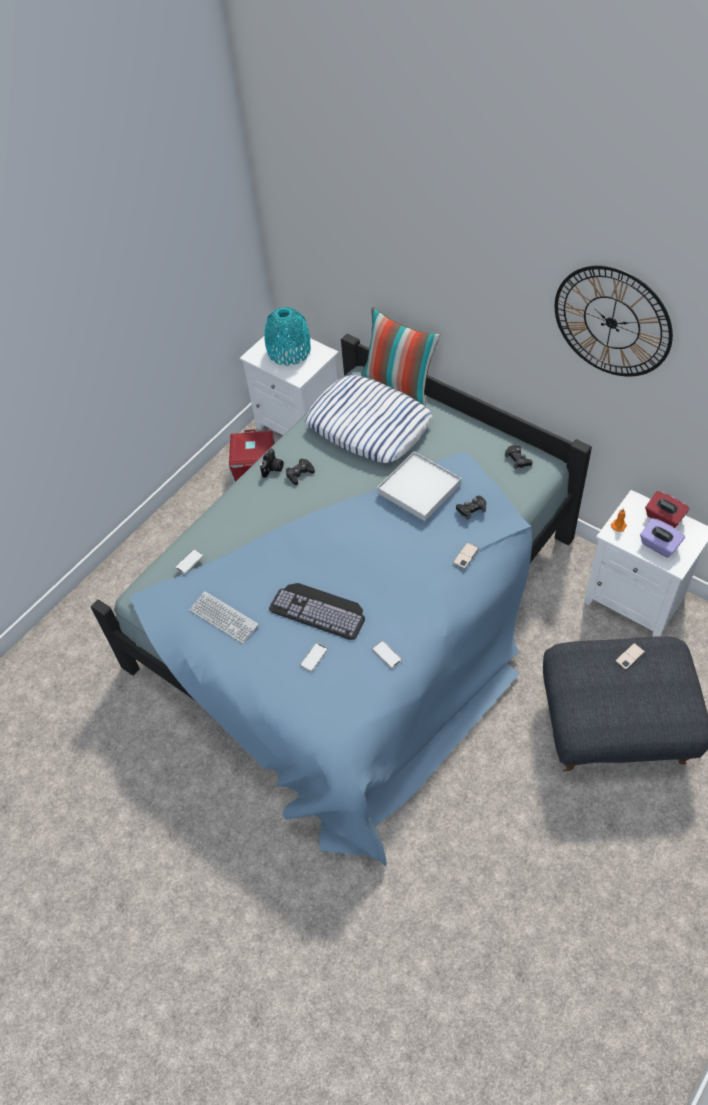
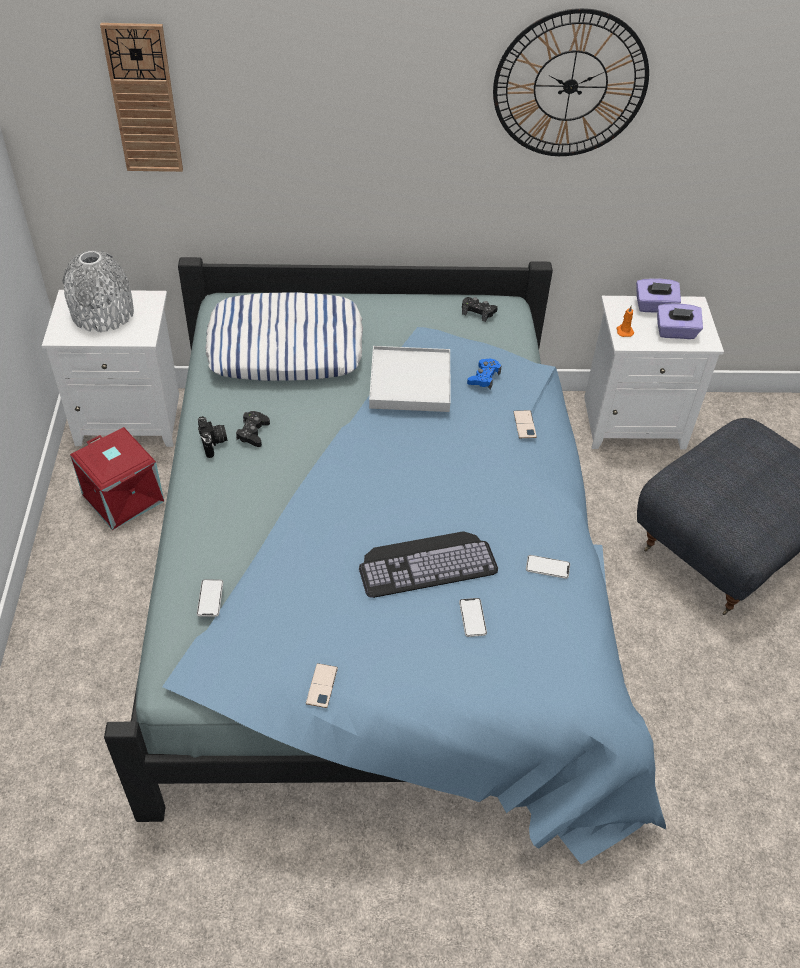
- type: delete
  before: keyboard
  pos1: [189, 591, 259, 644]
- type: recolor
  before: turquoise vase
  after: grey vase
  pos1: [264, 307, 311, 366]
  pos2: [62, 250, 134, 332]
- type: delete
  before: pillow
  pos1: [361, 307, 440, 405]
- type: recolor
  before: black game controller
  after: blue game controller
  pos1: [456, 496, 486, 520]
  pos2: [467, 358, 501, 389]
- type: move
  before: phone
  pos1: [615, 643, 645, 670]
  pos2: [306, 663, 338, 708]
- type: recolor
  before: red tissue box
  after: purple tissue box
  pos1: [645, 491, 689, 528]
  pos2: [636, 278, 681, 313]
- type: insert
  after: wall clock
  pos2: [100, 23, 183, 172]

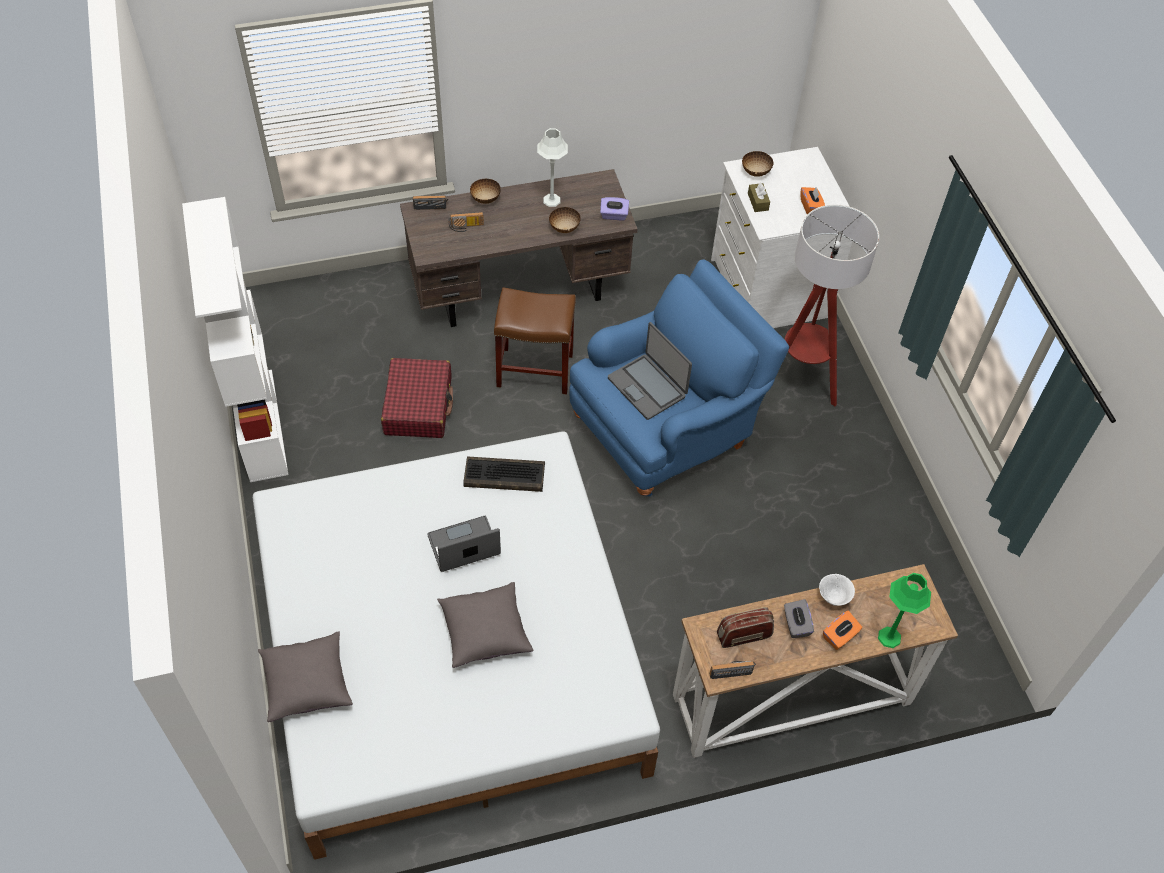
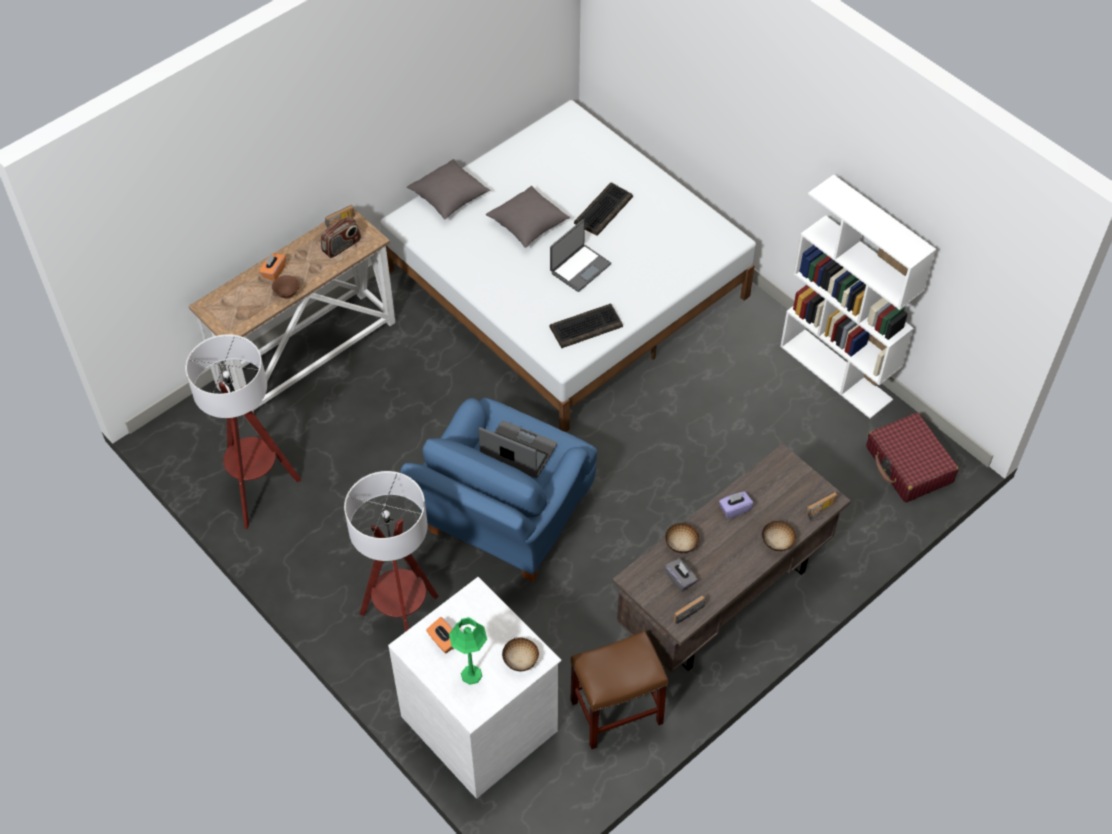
- type: move
  before: grey pillow
  pos1: [258, 631, 353, 722]
  pos2: [407, 159, 490, 220]
- type: move
  before: red suitcase
  pos1: [381, 358, 453, 438]
  pos2: [866, 413, 959, 503]
- type: move
  before: radio
  pos1: [448, 212, 484, 232]
  pos2: [673, 595, 706, 624]
- type: move
  before: brown stool
  pos1: [494, 287, 576, 394]
  pos2: [570, 631, 668, 749]
- type: delete
  before: white table lamp
  pos1: [537, 128, 568, 207]
- type: move
  before: purple tissue box
  pos1: [600, 197, 629, 220]
  pos2: [719, 491, 753, 519]
- type: delete
  before: brown tissue box
  pos1: [748, 182, 770, 212]
- type: move
  before: grey tissue box
  pos1: [784, 599, 814, 638]
  pos2: [665, 559, 698, 592]
- type: recolor
  before: white bowl
  after: brown bowl
  pos1: [819, 574, 855, 606]
  pos2: [272, 275, 300, 299]
- type: move
  before: green table lamp
  pos1: [878, 573, 931, 648]
  pos2: [449, 617, 487, 685]
- type: insert
  after: floor lamp
  pos2: [185, 334, 302, 529]
- type: insert
  after: keyboard
  pos2: [574, 182, 633, 236]

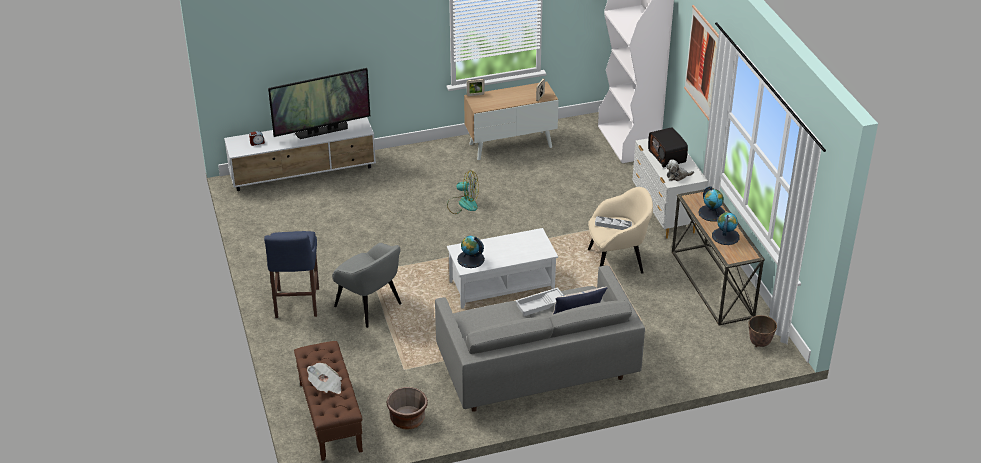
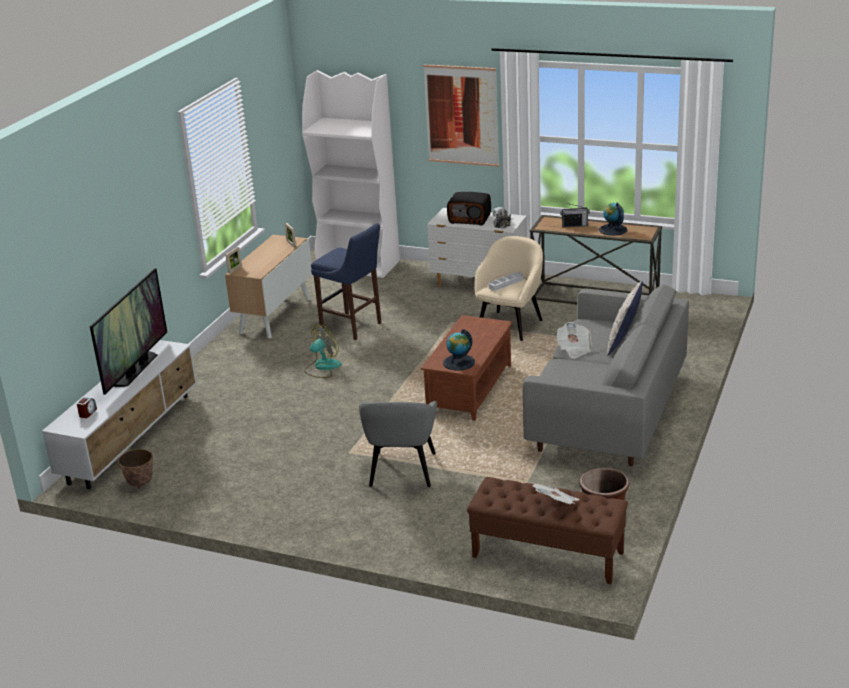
- type: move
  before: blue stool
  pos1: [264, 231, 319, 318]
  pos2: [311, 223, 382, 340]
- type: rotate
  before: grey armchair
  pos1: [332, 243, 402, 328]
  pos2: [359, 401, 437, 487]
  turn: 105
- type: recolor
  before: white coffee table
  after: brown coffee table
  pos1: [447, 228, 558, 308]
  pos2: [421, 315, 513, 421]
- type: replace
  before: white tray
  after: newspaper
  pos1: [515, 287, 563, 316]
  pos2: [556, 322, 592, 359]
- type: replace
  before: globe
  after: radio
  pos1: [698, 187, 725, 222]
  pos2: [560, 203, 590, 228]
- type: move
  before: planter
  pos1: [749, 315, 777, 347]
  pos2: [118, 449, 153, 489]

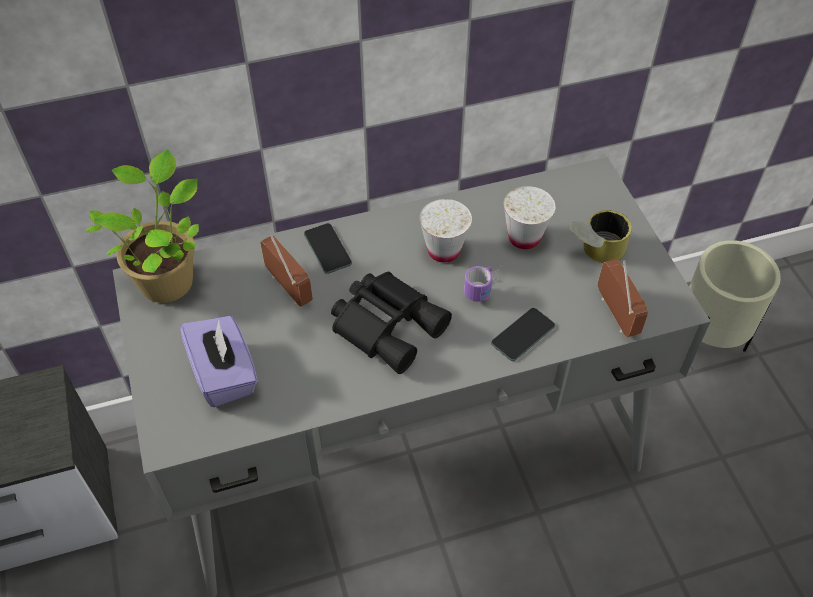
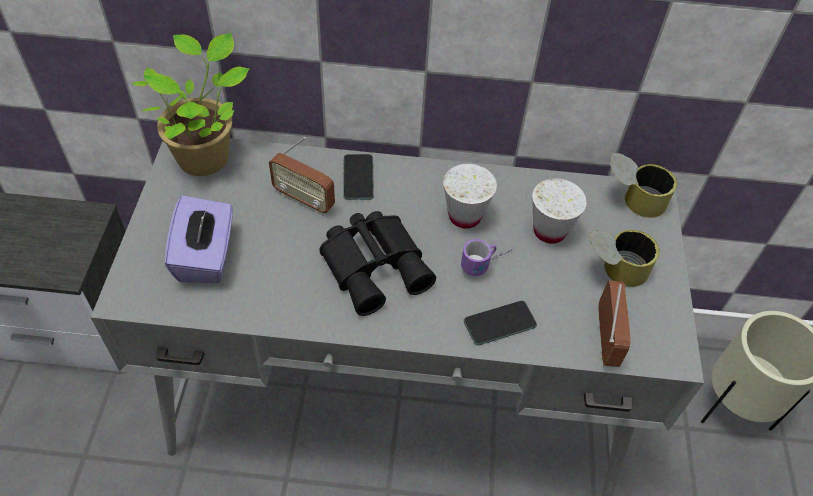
- type: rotate
  before: radio
  pos1: [260, 235, 313, 307]
  pos2: [269, 137, 335, 214]
  turn: 135
- type: insert
  after: can
  pos2: [610, 153, 677, 218]

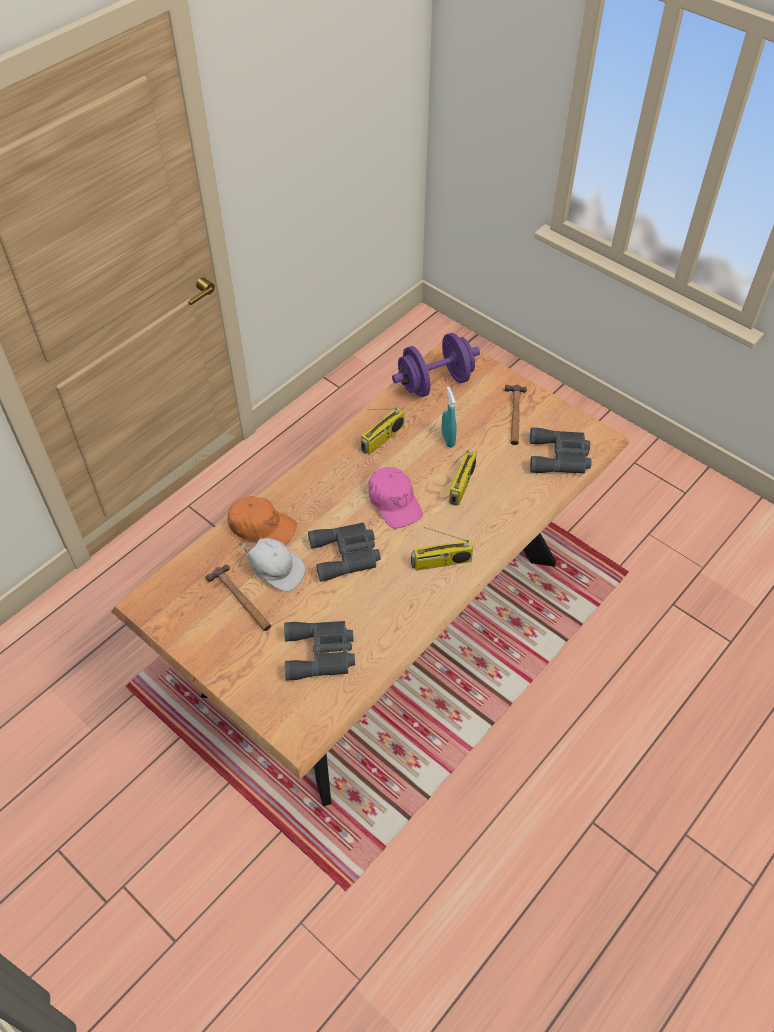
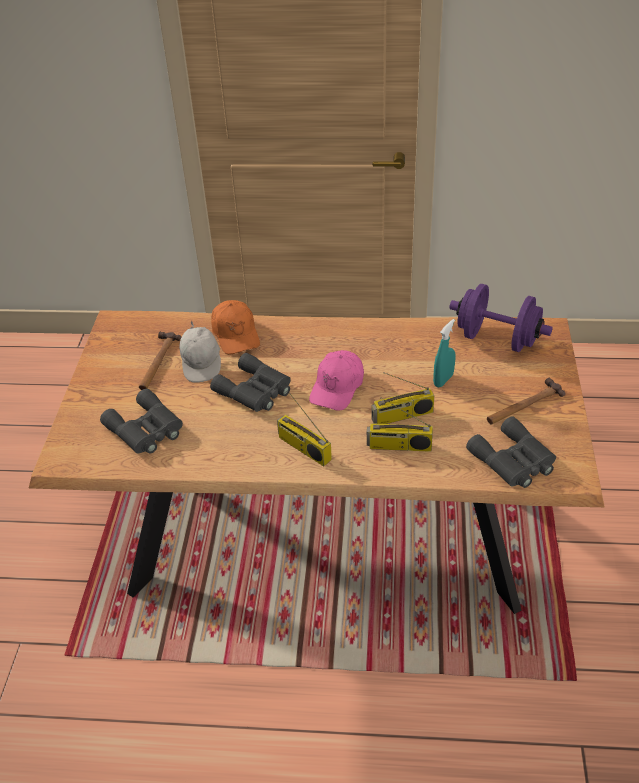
- type: move
  before: radio
  pos1: [361, 408, 404, 455]
  pos2: [367, 397, 433, 452]

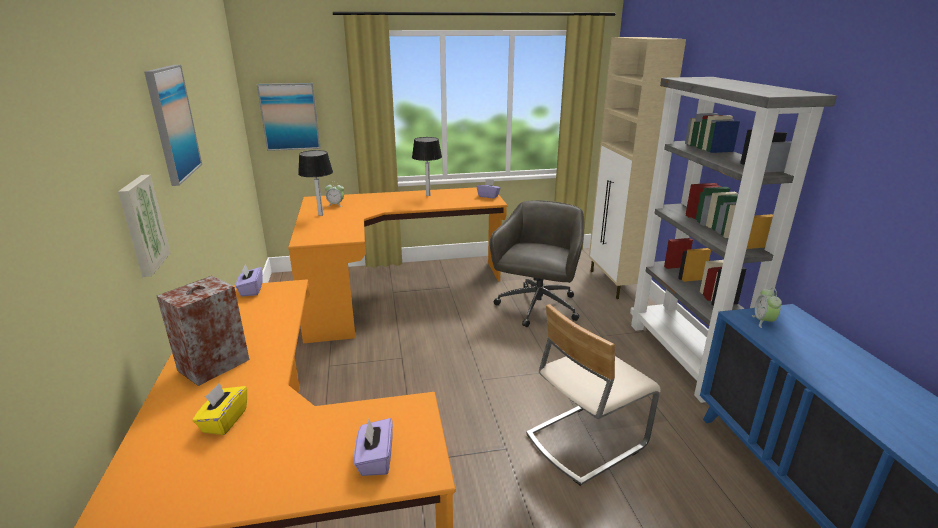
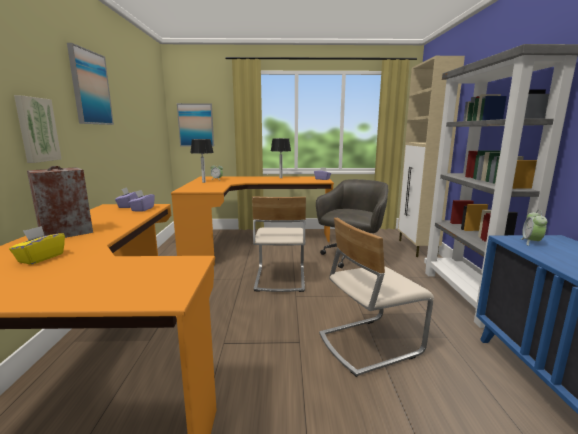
- type: move
  before: purple tissue box
  pos1: [354, 418, 393, 476]
  pos2: [128, 190, 155, 212]
- type: insert
  after: beige chair
  pos2: [252, 196, 306, 292]

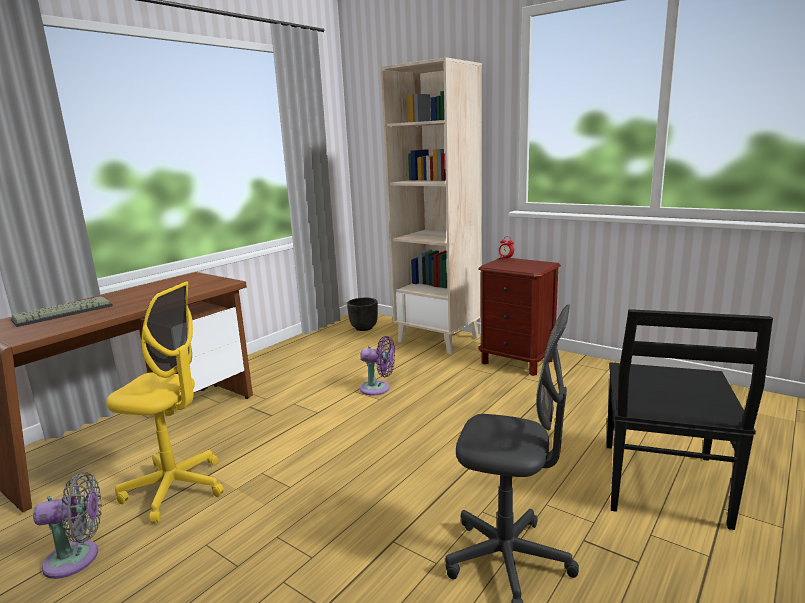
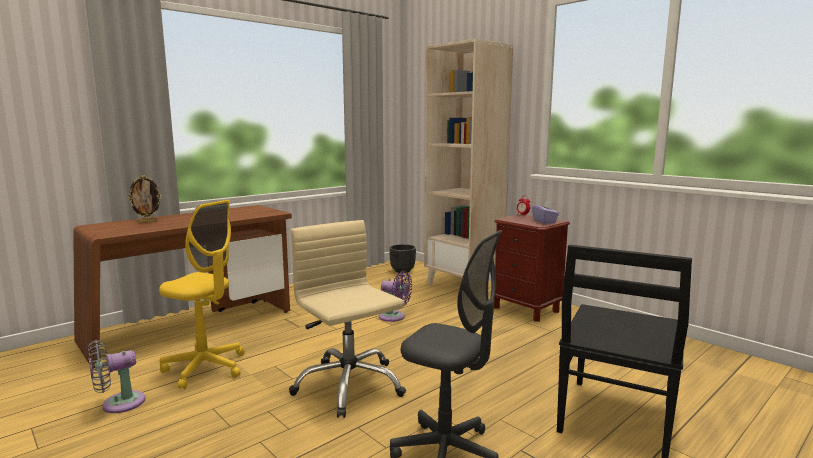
- type: replace
  before: keyboard
  after: picture frame
  pos1: [11, 296, 113, 327]
  pos2: [127, 175, 162, 223]
- type: rotate
  before: grey fan
  pos1: [33, 472, 102, 579]
  pos2: [88, 340, 146, 413]
  turn: 150
- type: insert
  after: beige office chair
  pos2: [289, 220, 406, 418]
- type: insert
  after: purple tissue box
  pos2: [532, 200, 559, 224]

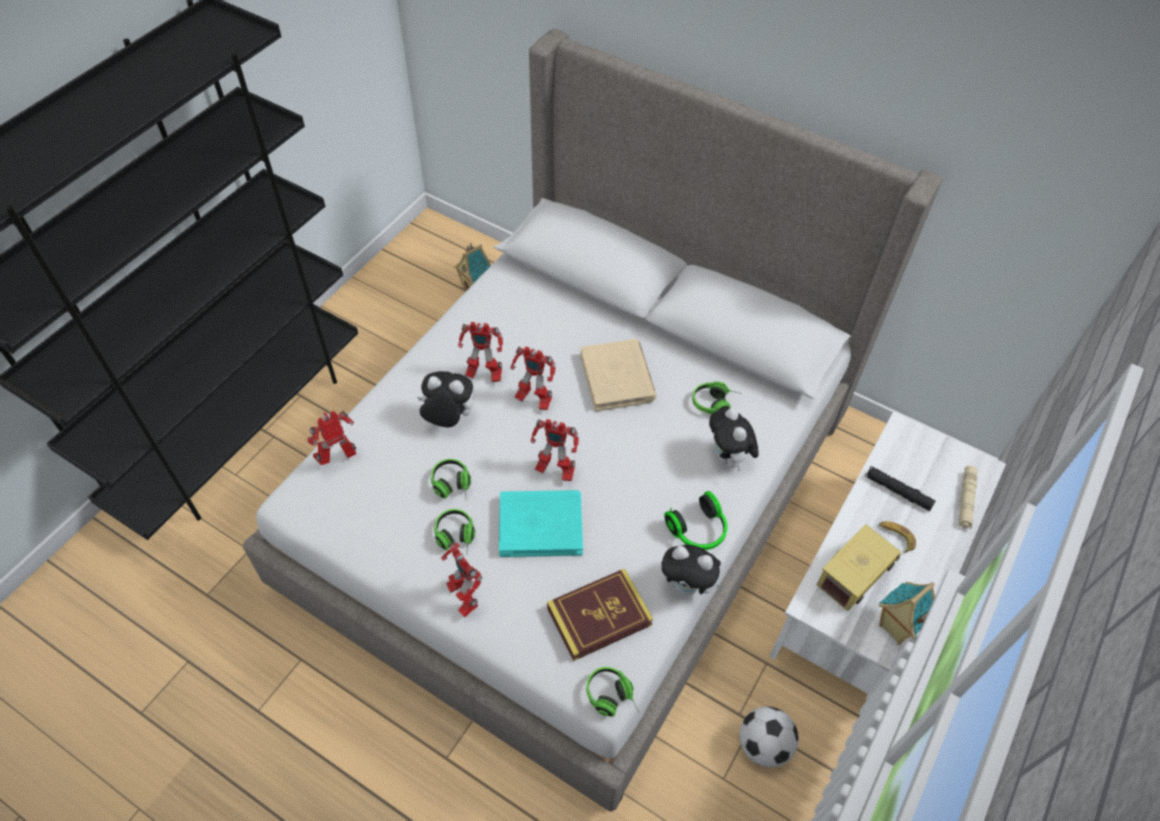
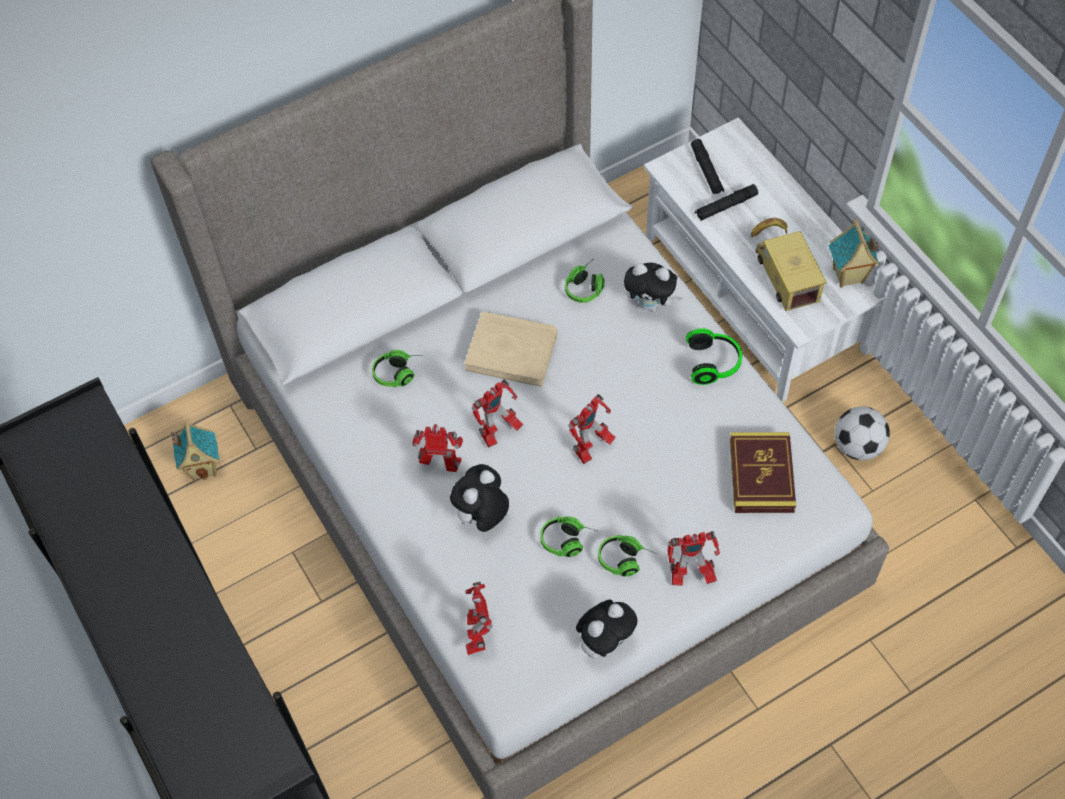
- type: rotate
  before: toy robot
  pos1: [458, 322, 503, 382]
  pos2: [412, 424, 463, 472]
  turn: -120
- type: delete
  before: turquoise book
  pos1: [499, 490, 583, 557]
- type: move
  before: headphones
  pos1: [586, 667, 640, 717]
  pos2: [372, 350, 416, 387]
- type: move
  before: plush toy
  pos1: [661, 545, 724, 595]
  pos2: [576, 600, 637, 659]
- type: delete
  before: beige flashlight
  pos1: [959, 466, 977, 529]
- type: insert
  after: black flashlight
  pos2: [691, 139, 724, 195]

